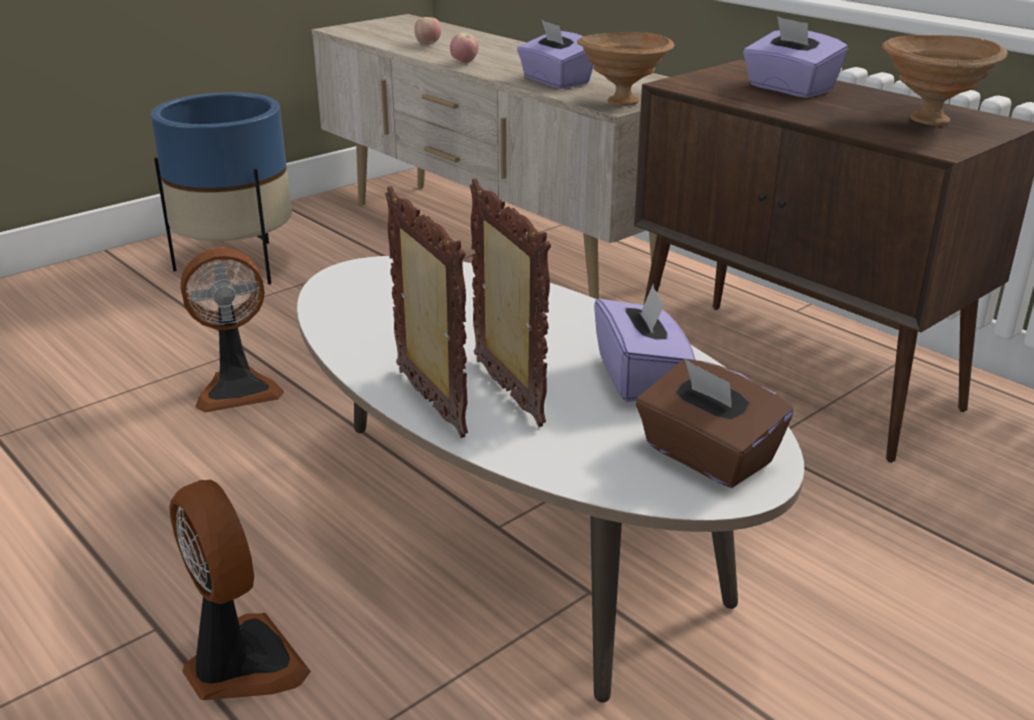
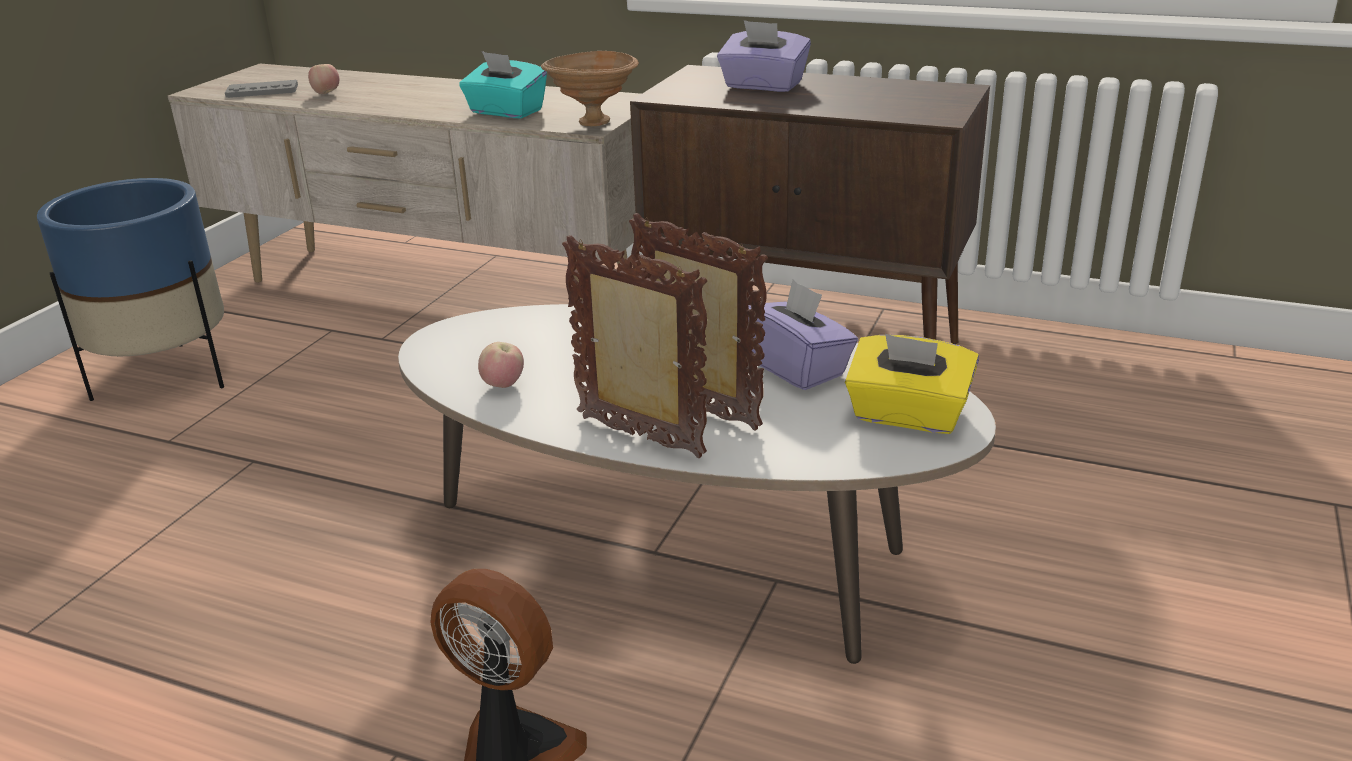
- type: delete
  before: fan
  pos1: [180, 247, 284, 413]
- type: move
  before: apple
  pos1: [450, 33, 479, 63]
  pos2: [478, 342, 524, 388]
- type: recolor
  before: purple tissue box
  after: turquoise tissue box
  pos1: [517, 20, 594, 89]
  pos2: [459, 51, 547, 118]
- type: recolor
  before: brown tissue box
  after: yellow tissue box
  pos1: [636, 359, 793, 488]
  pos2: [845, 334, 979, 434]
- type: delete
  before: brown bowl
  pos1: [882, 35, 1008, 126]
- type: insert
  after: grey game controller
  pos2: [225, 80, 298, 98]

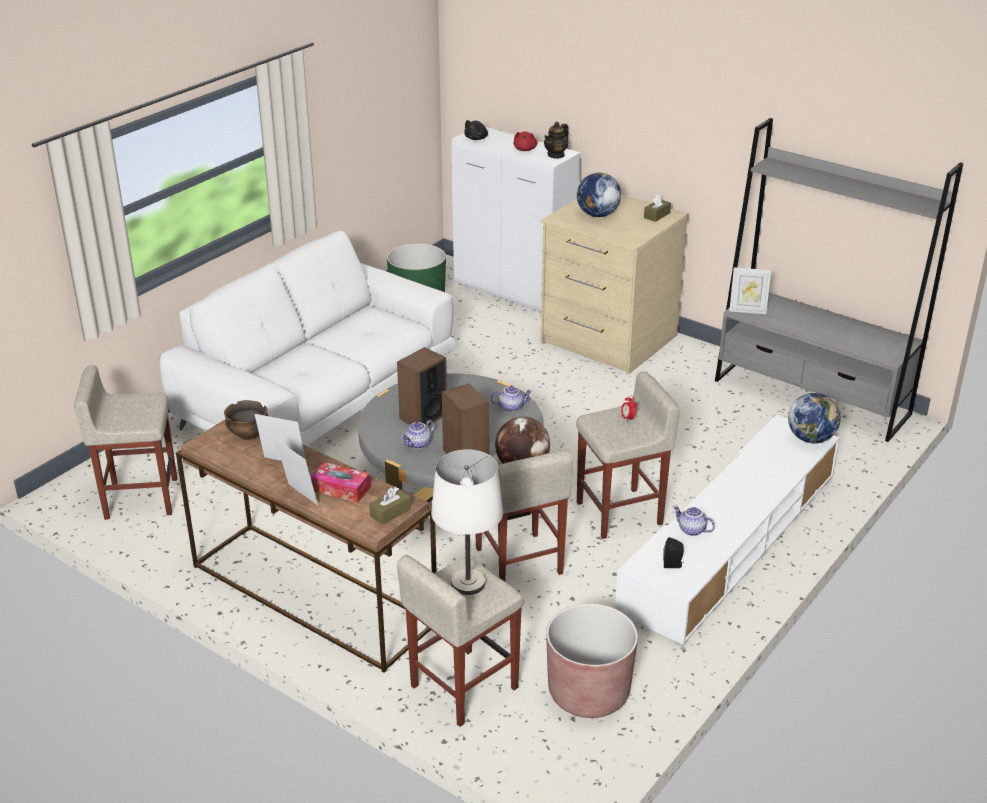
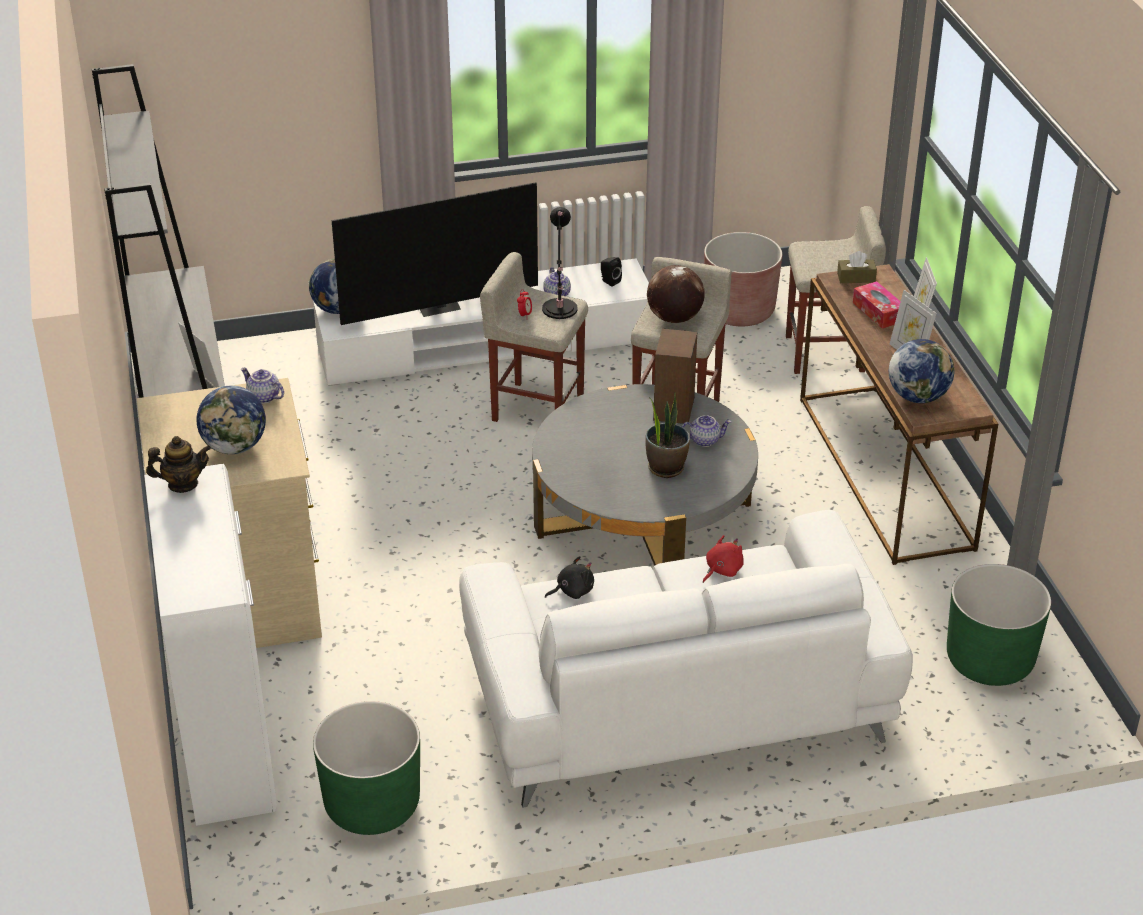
- type: replace
  before: beige stool
  after: green planter
  pos1: [74, 365, 177, 520]
  pos2: [947, 564, 1051, 686]
- type: replace
  before: bowl
  after: globe
  pos1: [224, 400, 268, 440]
  pos2: [889, 339, 954, 403]
- type: replace
  before: speaker
  after: potted plant
  pos1: [397, 347, 447, 426]
  pos2: [645, 393, 690, 478]
- type: delete
  before: white table lamp
  pos1: [431, 450, 503, 595]
- type: move
  before: black plush toy
  pos1: [464, 120, 488, 140]
  pos2: [545, 556, 594, 599]
- type: move
  before: teapot
  pos1: [491, 386, 532, 412]
  pos2: [241, 368, 284, 403]
- type: move
  before: red plush toy
  pos1: [513, 131, 537, 151]
  pos2: [703, 535, 744, 583]
- type: delete
  before: brown tissue box
  pos1: [644, 194, 671, 222]
- type: insert
  after: television
  pos2: [332, 182, 538, 325]
- type: insert
  after: black table lamp
  pos2: [542, 207, 578, 319]

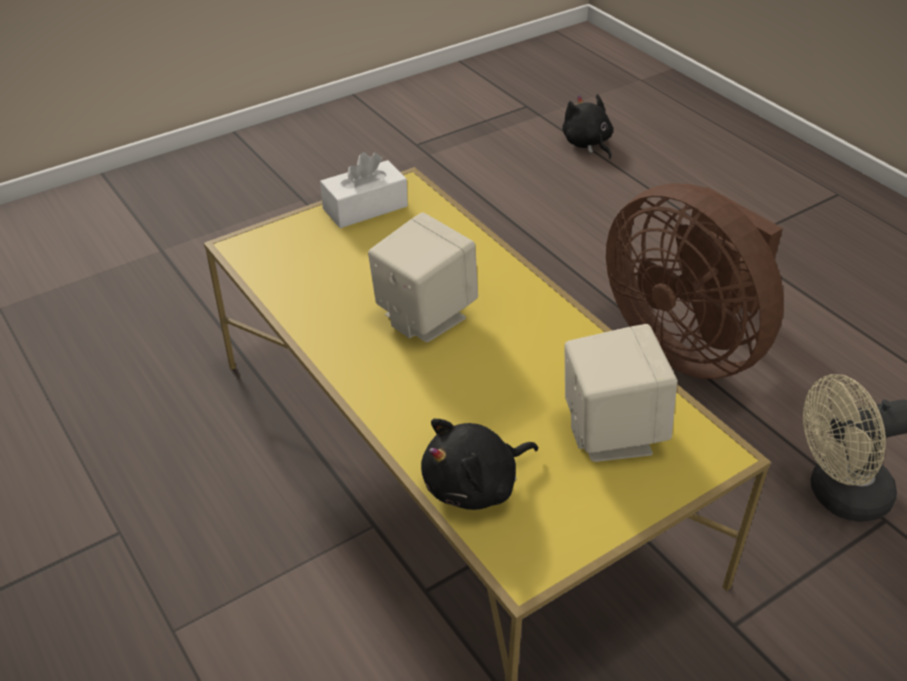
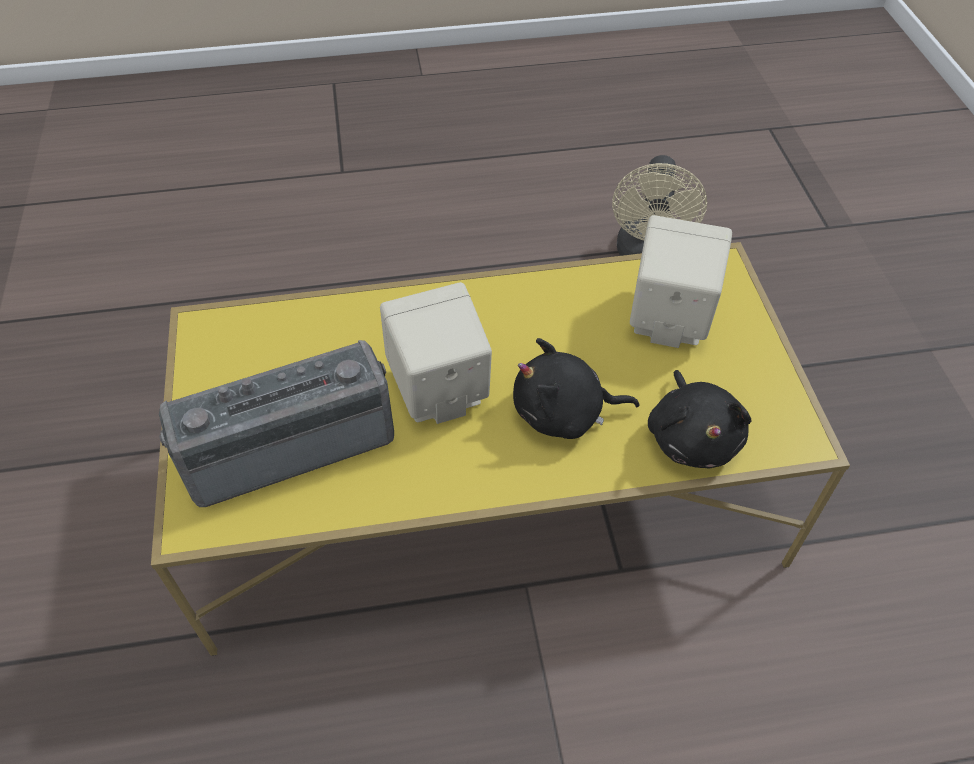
- type: delete
  before: white tissue box
  pos1: [320, 152, 408, 228]
- type: move
  before: black plush toy
  pos1: [562, 94, 613, 159]
  pos2: [513, 338, 639, 439]
- type: delete
  before: brown fan
  pos1: [606, 183, 784, 379]
- type: insert
  after: radio
  pos2: [159, 340, 394, 507]

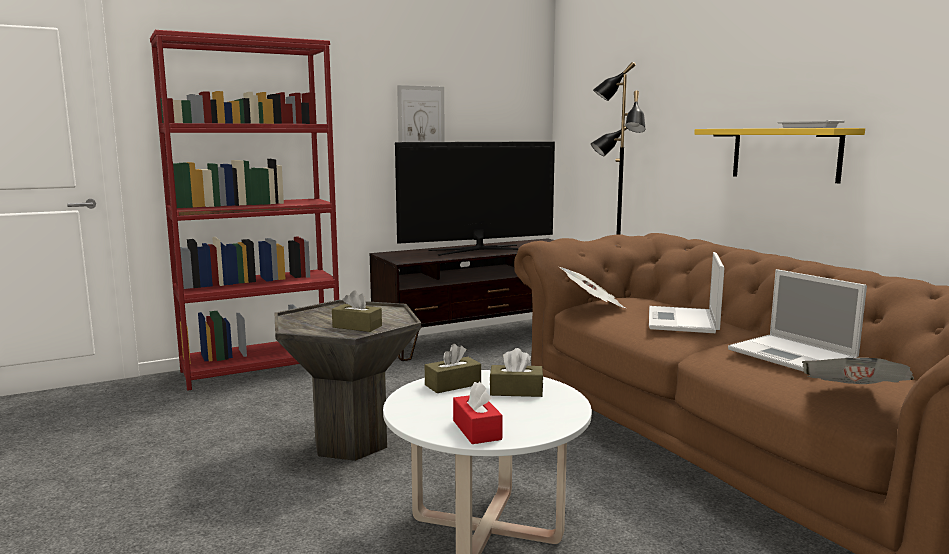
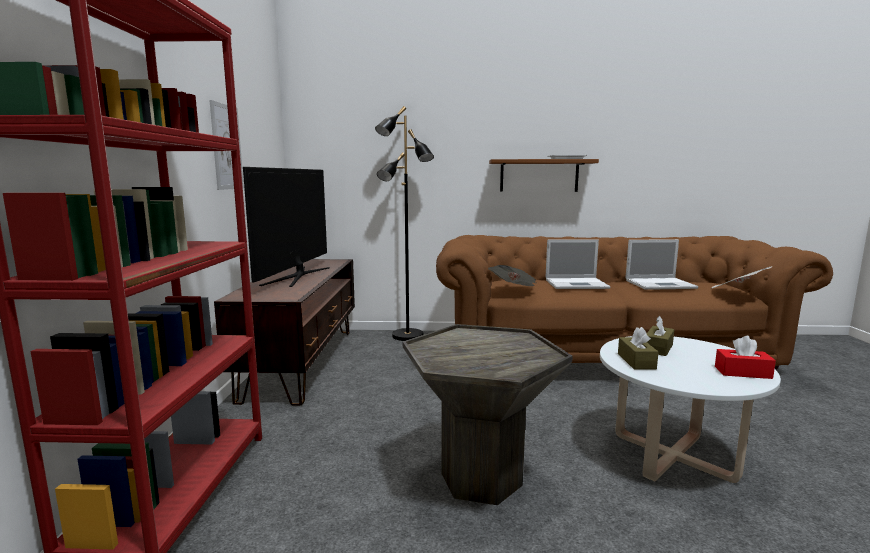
- type: delete
  before: brown tissue box
  pos1: [332, 290, 382, 332]
- type: rotate
  before: laptop
  pos1: [649, 252, 724, 333]
  pos2: [545, 239, 610, 289]
  turn: -45
- type: recolor
  before: yellow shelf
  after: brown shelf
  pos1: [694, 128, 865, 183]
  pos2: [489, 159, 599, 192]

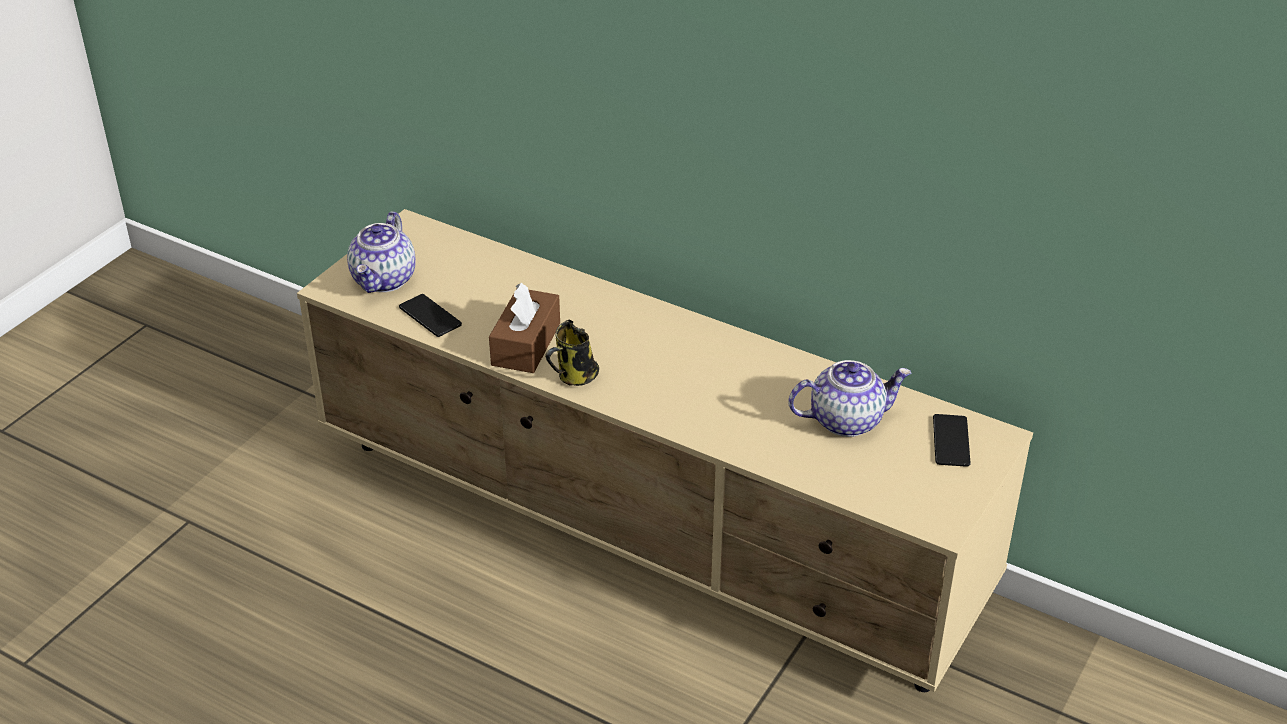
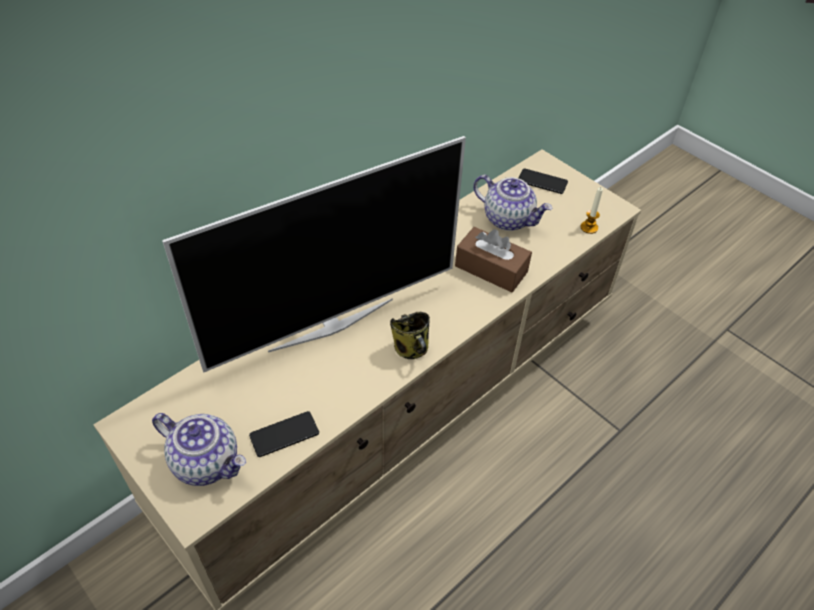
- type: move
  before: brown tissue box
  pos1: [489, 283, 560, 373]
  pos2: [455, 227, 532, 292]
- type: rotate
  before: teapot
  pos1: [788, 360, 912, 437]
  pos2: [473, 175, 552, 231]
  turn: 120
- type: insert
  after: television
  pos2: [162, 136, 466, 372]
- type: insert
  after: candle
  pos2: [581, 187, 603, 234]

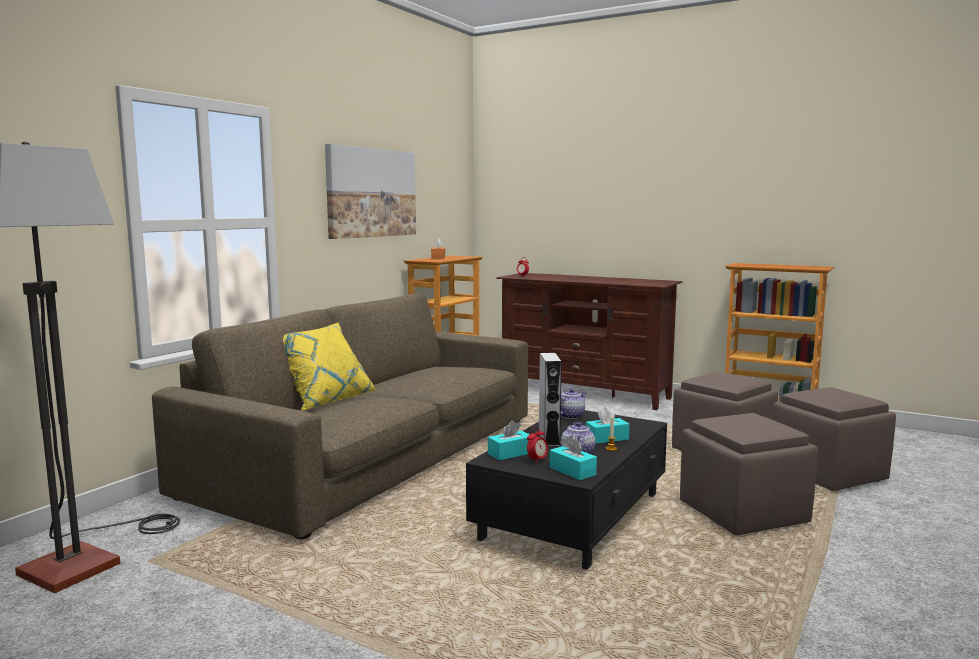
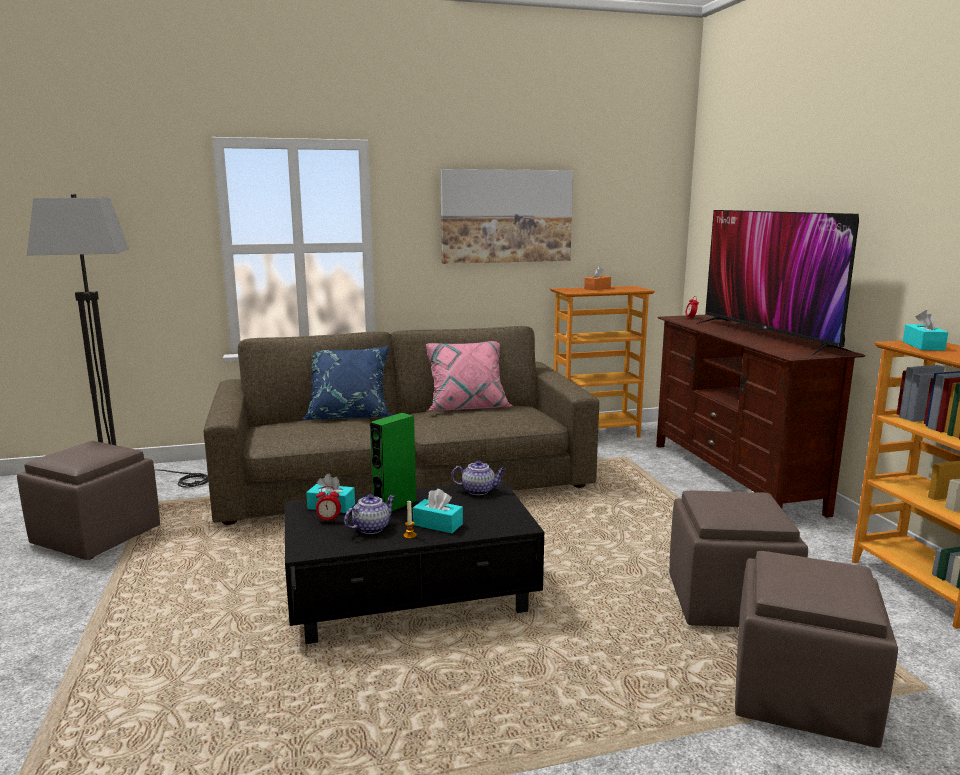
- type: recolor
  before: yellow pillow
  after: blue pillow
  pos1: [283, 322, 376, 411]
  pos2: [301, 346, 392, 420]
- type: recolor
  before: grey speaker
  after: green speaker
  pos1: [539, 353, 562, 446]
  pos2: [370, 413, 417, 512]
- type: move
  before: turquoise tissue box
  pos1: [550, 435, 597, 480]
  pos2: [903, 310, 948, 351]
- type: move
  before: brown ottoman
  pos1: [680, 413, 818, 535]
  pos2: [17, 441, 160, 560]
- type: insert
  after: pink pillow
  pos2: [426, 341, 512, 411]
- type: insert
  after: television
  pos2: [696, 210, 859, 356]

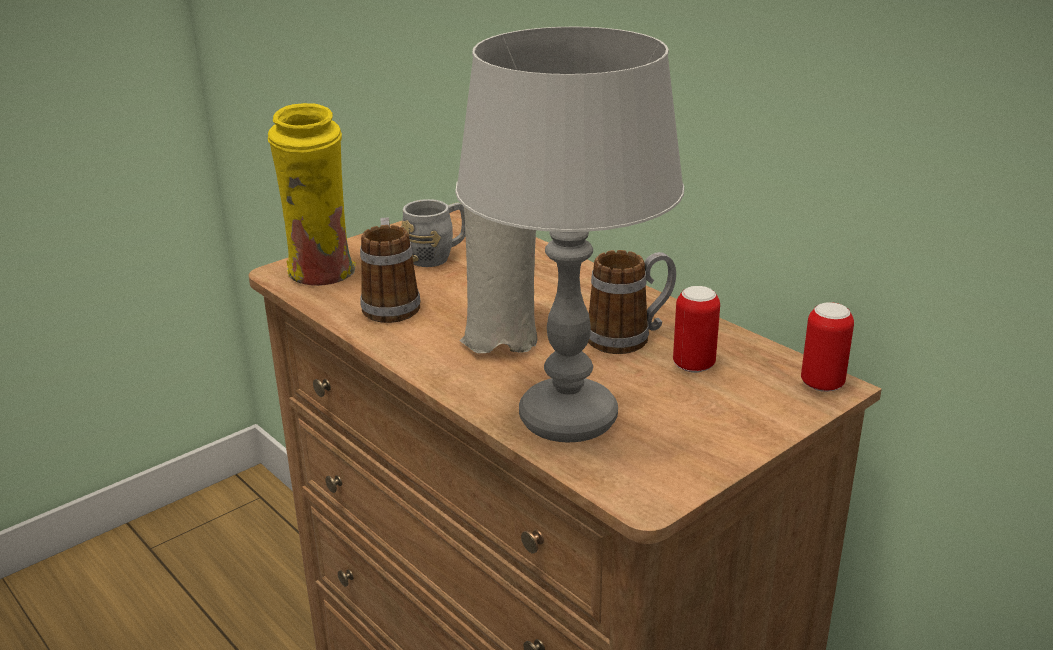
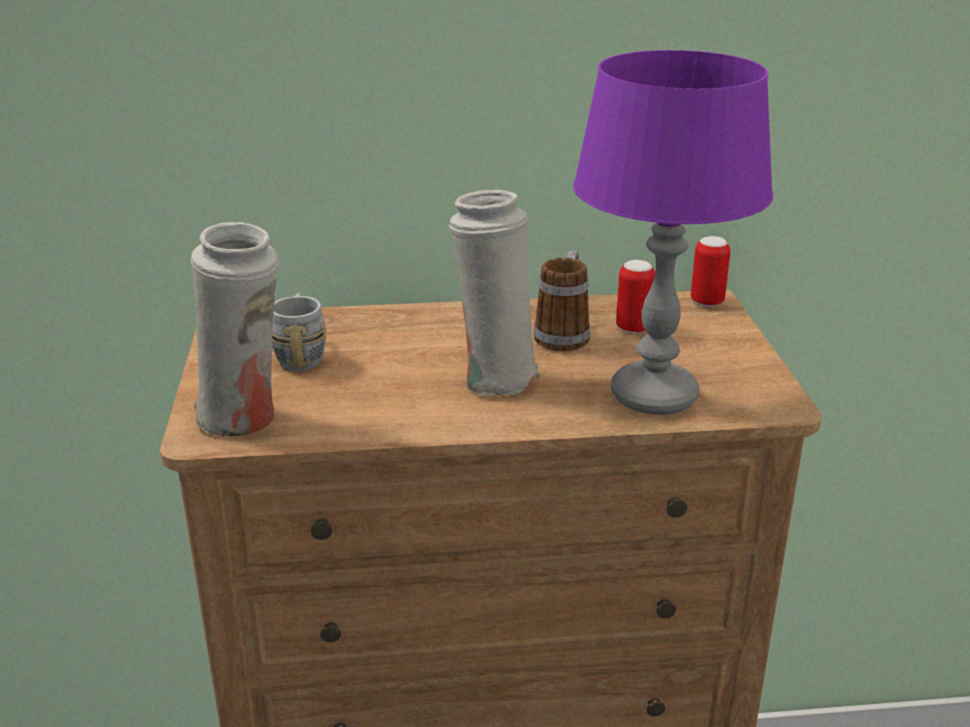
- type: recolor
  before: yellow vase
  after: white vase
  pos1: [268, 103, 356, 286]
  pos2: [191, 222, 279, 436]
- type: delete
  before: mug
  pos1: [360, 217, 421, 323]
- type: recolor
  before: grey table lamp
  after: purple table lamp
  pos1: [455, 27, 684, 442]
  pos2: [573, 50, 773, 415]

